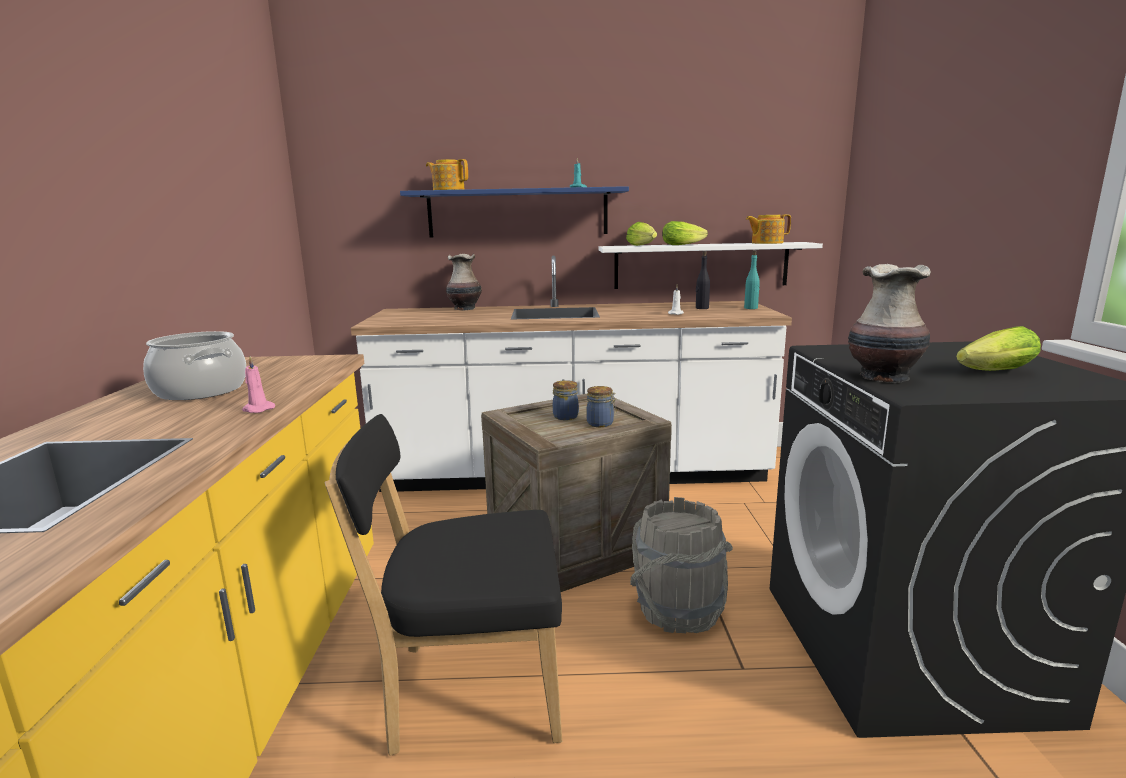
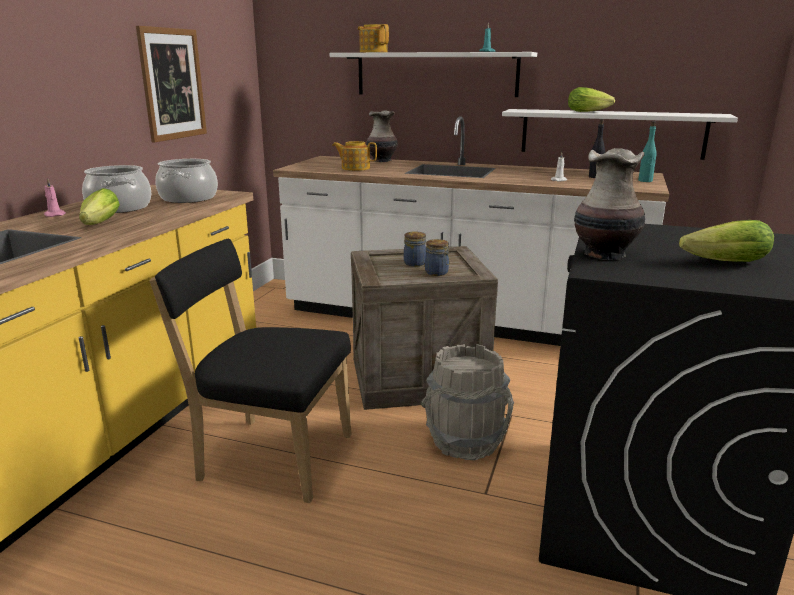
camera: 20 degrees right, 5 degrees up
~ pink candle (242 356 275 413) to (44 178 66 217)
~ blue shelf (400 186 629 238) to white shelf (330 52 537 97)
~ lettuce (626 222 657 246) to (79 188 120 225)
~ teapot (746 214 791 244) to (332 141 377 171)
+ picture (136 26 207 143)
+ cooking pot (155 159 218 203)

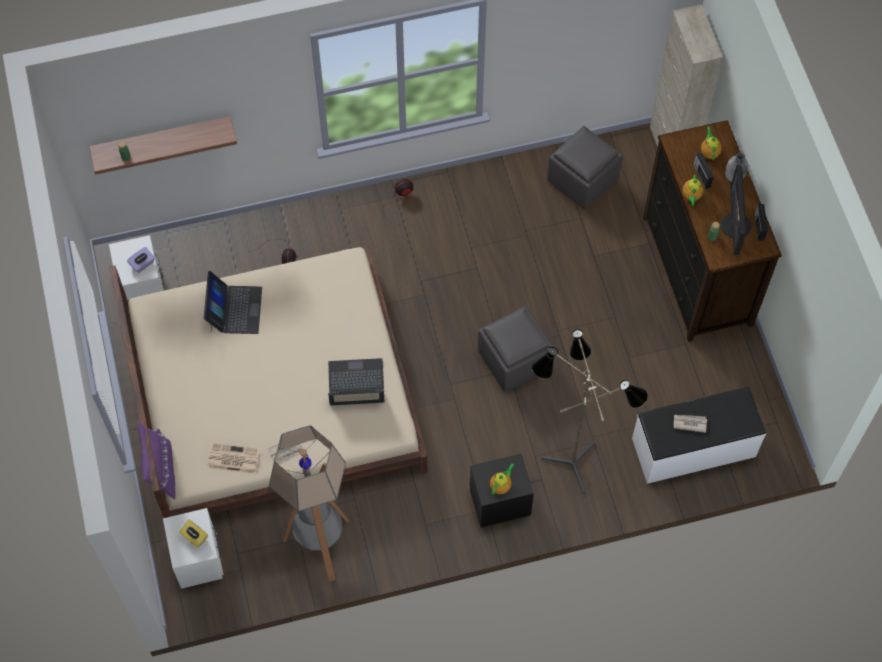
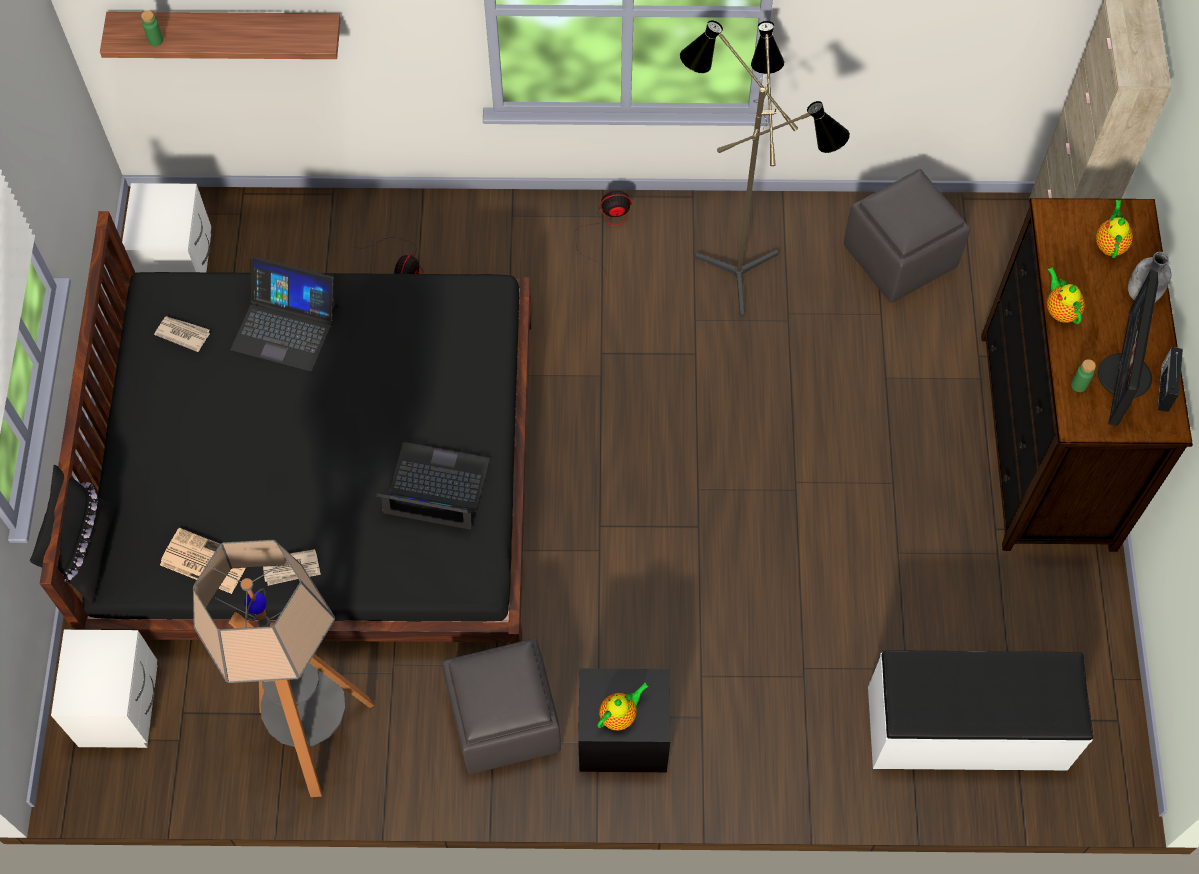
camera: 15 degrees right, 0 degrees up
~ beige bed (109 246 428 518) to black bed (40 211 532 644)
- purple tissue box (127 247 155 273)
~ purple pillow (138 422 176 500) to black pillow (30 465 117 604)
- yellow tissue box (179 520 208 547)
~ laptop (204 271 262 334) = (231 256 338 371) 90 degrees clockwise
~ grey ottoman (478 306 553 392) to (442 638 561 774)
~ floor lamp (532 329 648 493) to (680 20 850 317)
~ newspaper (674 415 707 433) to (154 316 210 352)
~ teapot (683 175 704 206) = (1047 267 1085 324) 135 degrees clockwise
- radio (693 152 714 189)

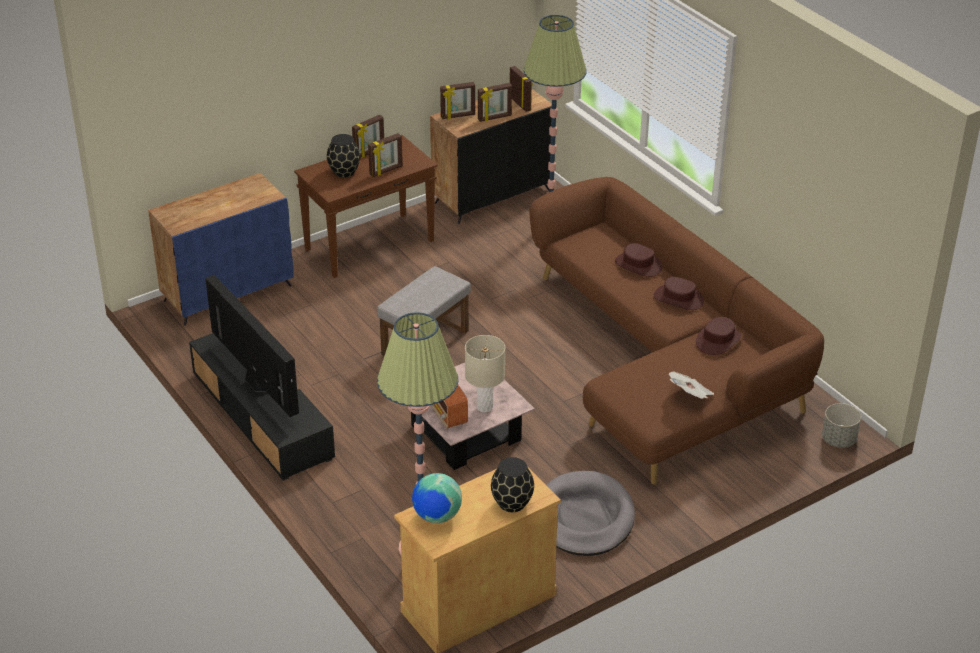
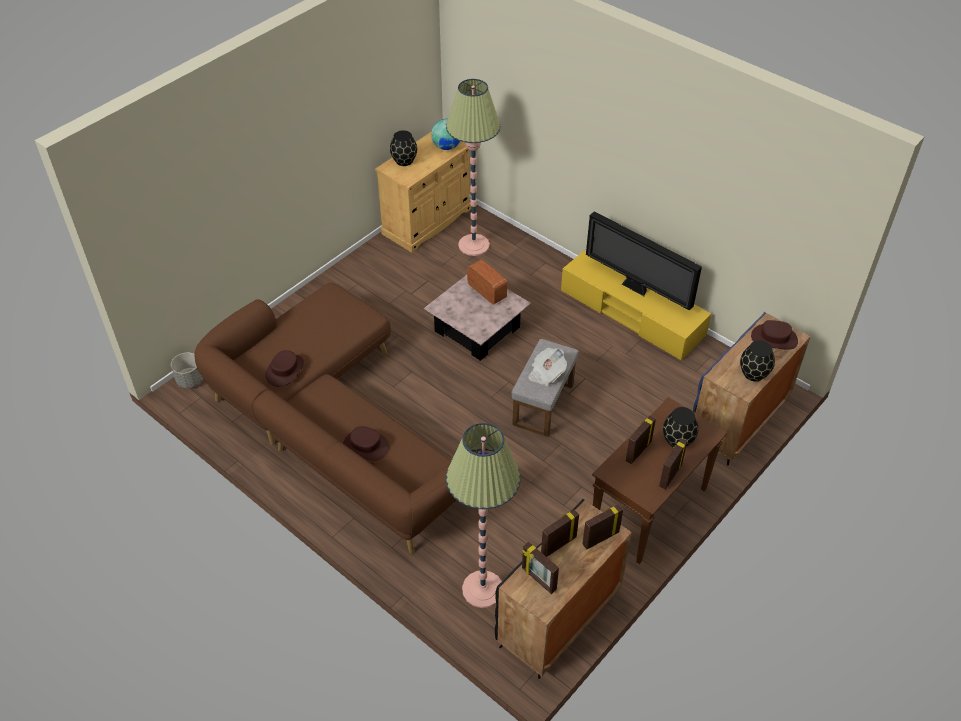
camera: 165 degrees right, 10 degrees up
~ black tv stand (189 333 335 481) to yellow tv stand (561 249 711 360)
- beige table lamp (465 335 505 413)
- grey dog bed (546 471 635 556)
~ brown hat (654 277 704 310) to (751 320 798 349)
~ newspaper (669 372 714 399) to (528 348 567 386)
+ black vase (740 340 775 381)

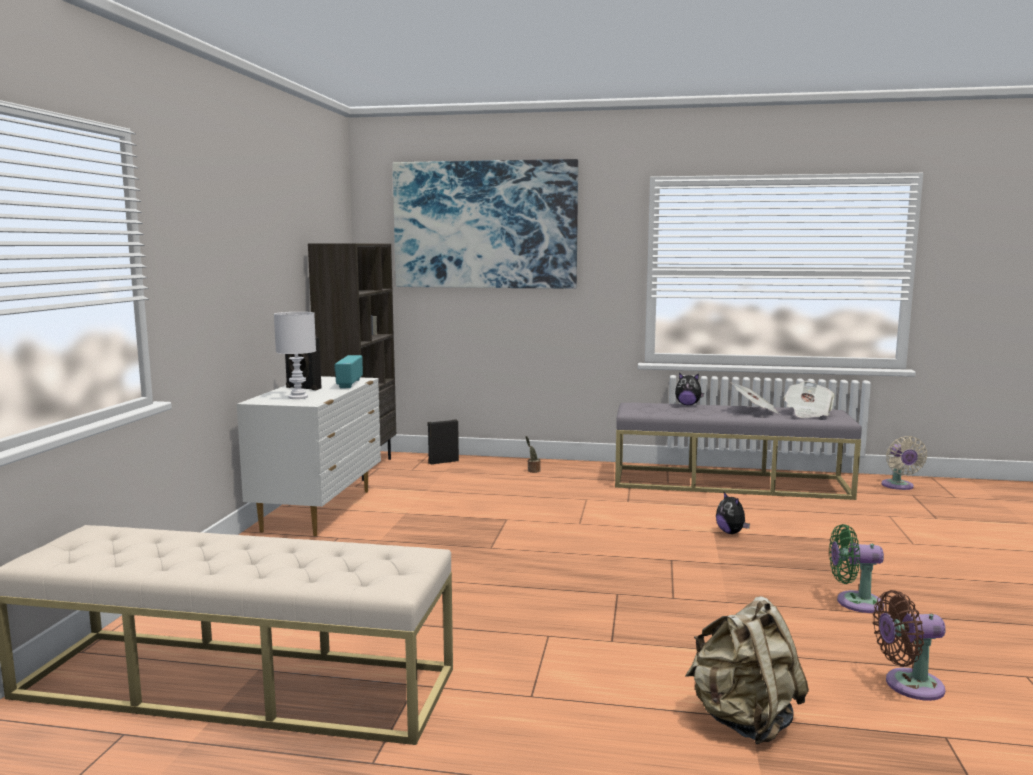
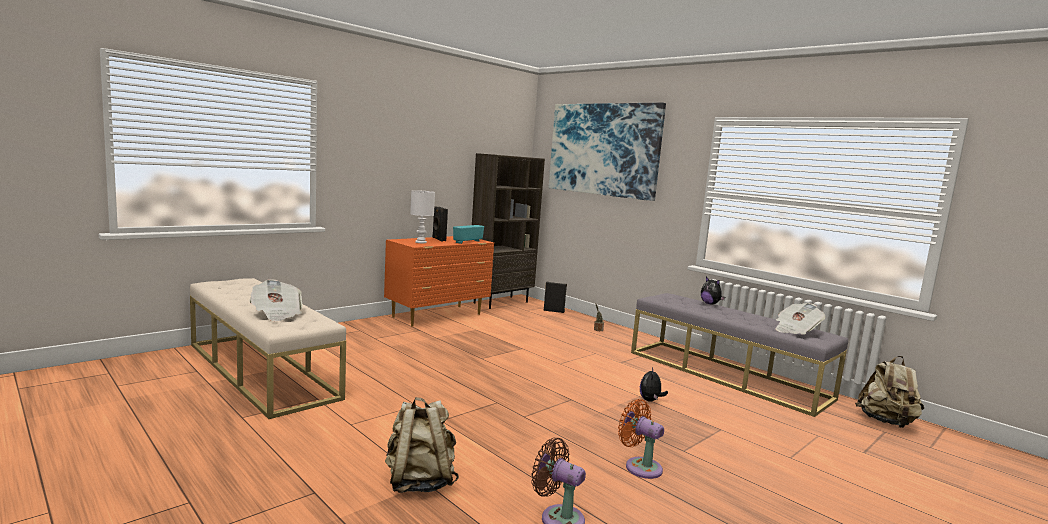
camera: 35 degrees right, 0 degrees up
~ white dresser (237 376 381 536) to orange dresser (384 236 494 326)
~ newspaper (731 382 780 414) to (249 279 303 321)
~ green fan (829 524 884 613) to orange fan (618 399 664 479)
~ beige fan (881 436 927 490) to beige backpack (855 356 924 428)

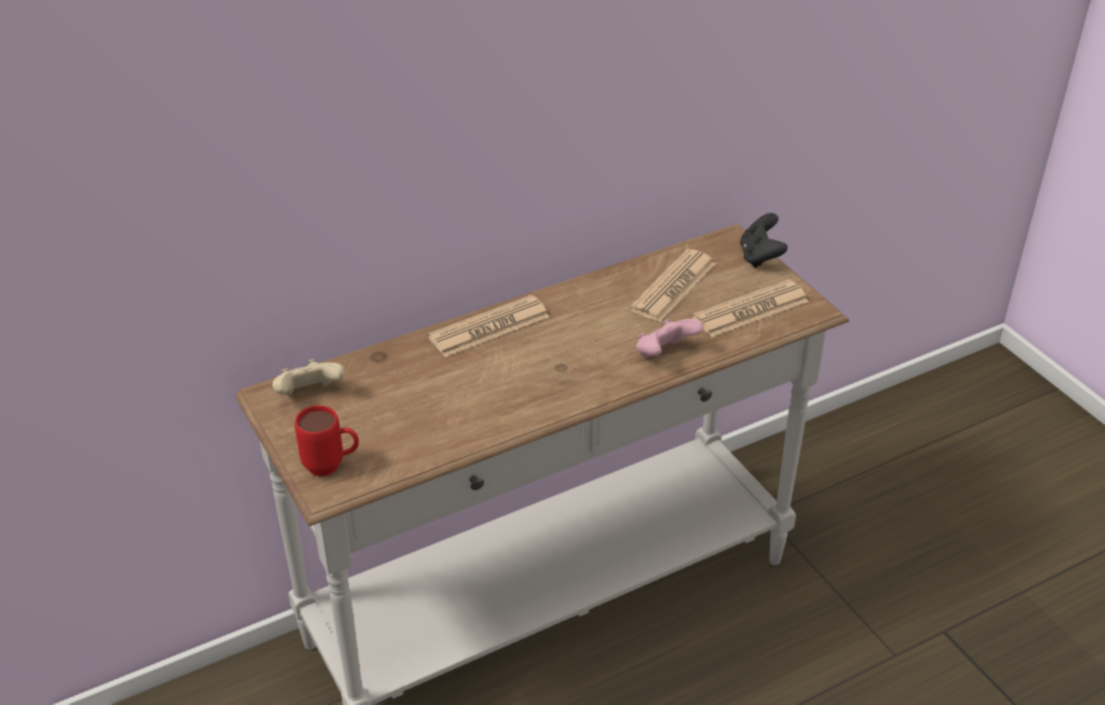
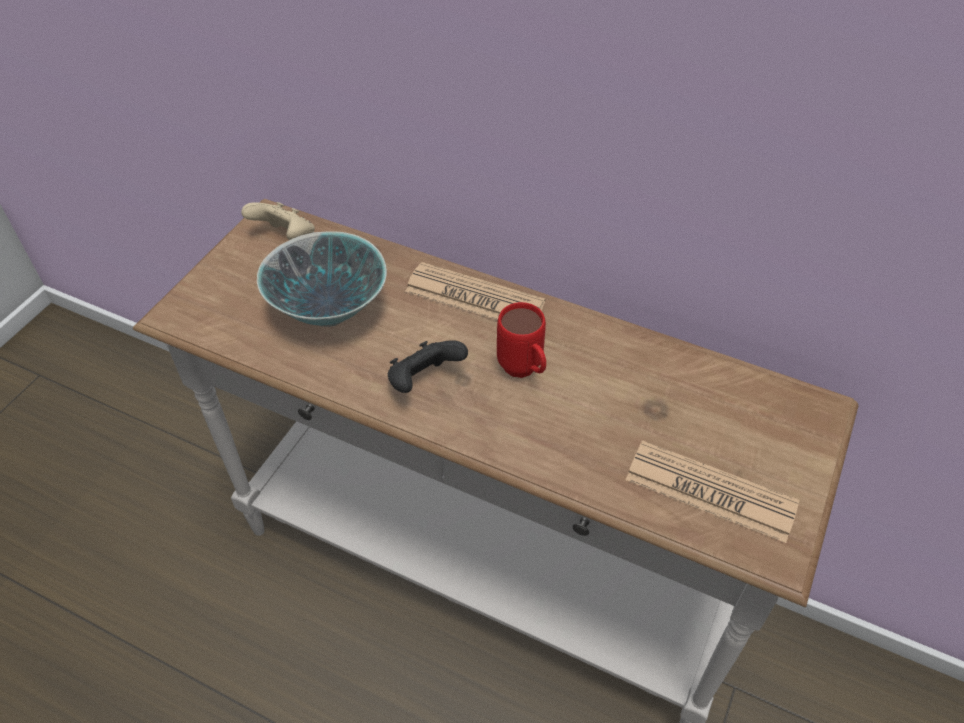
camera: 55 degrees right, 10 degrees up
~ red mug (295 405 359 476) to (497 302 546 378)
- newspaper (630 249 716 323)
- pink game controller (636 319 703 358)
~ black game controller (740 213 788 268) to (388 340 468 393)
+ bowl (257 231 387 327)

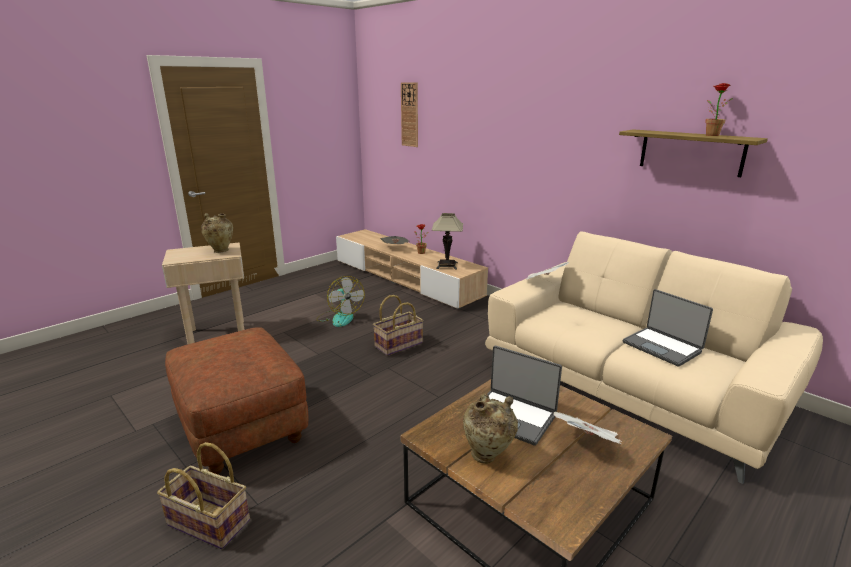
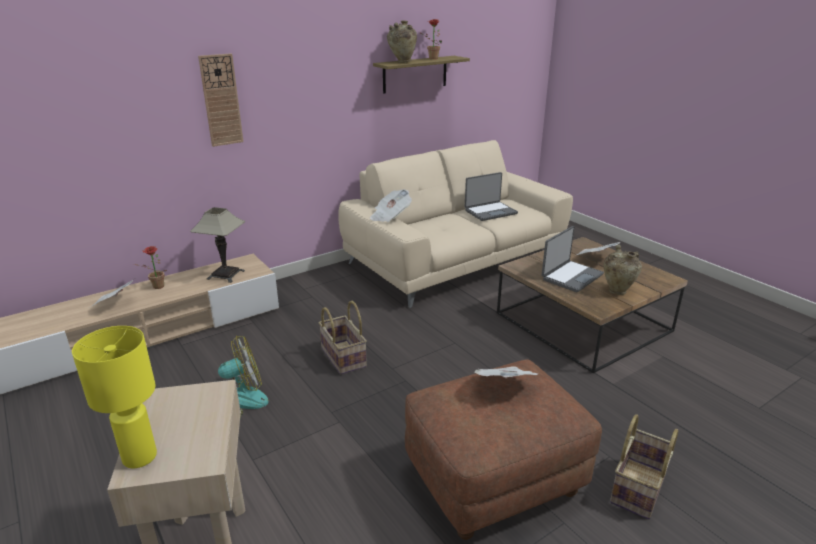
camera: 80 degrees left, 5 degrees up
~ beige vase (201 213 233 253) to (387 21 417 63)
~ wall clock (401 82 418 147) to (198 53 243 147)
+ yellow table lamp (72 326 157 468)
+ newspaper (475 366 538 379)

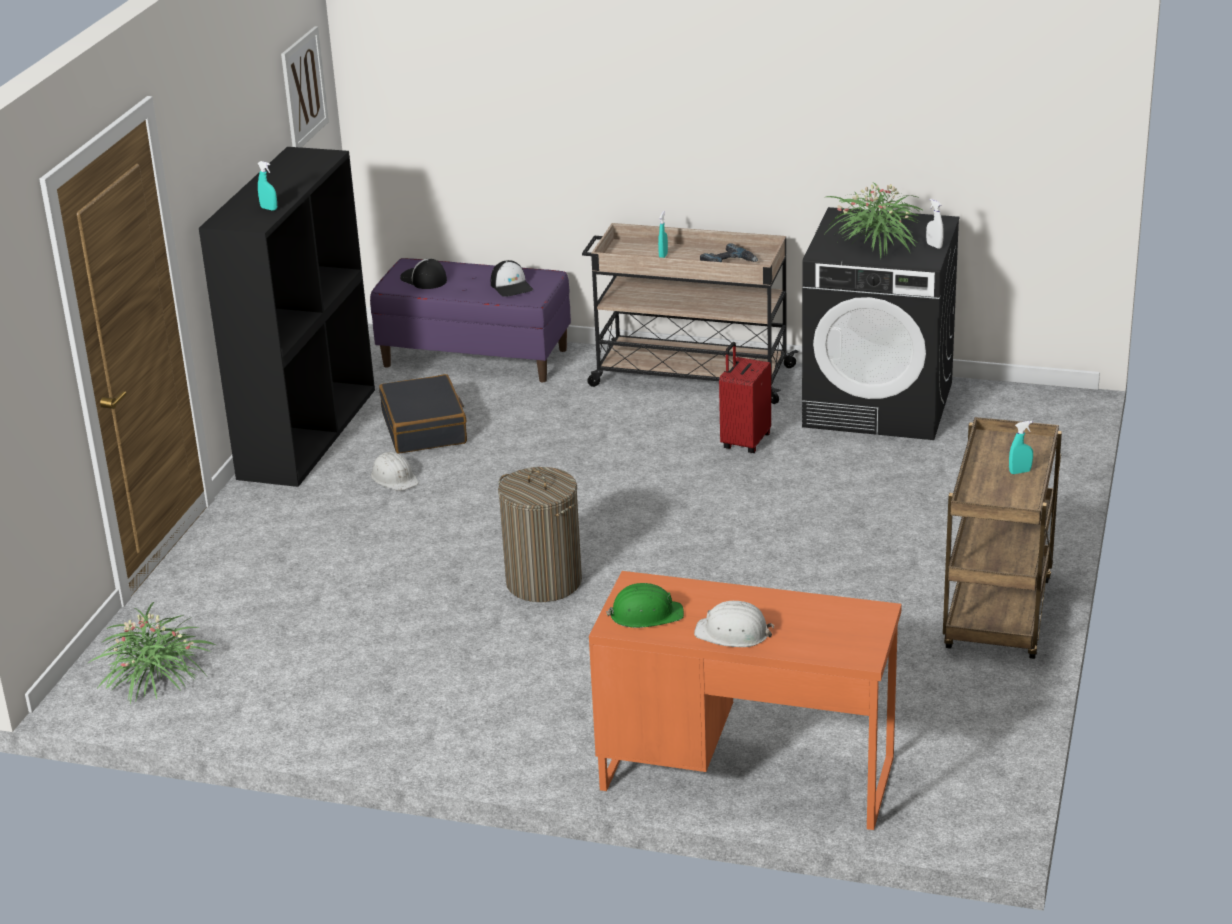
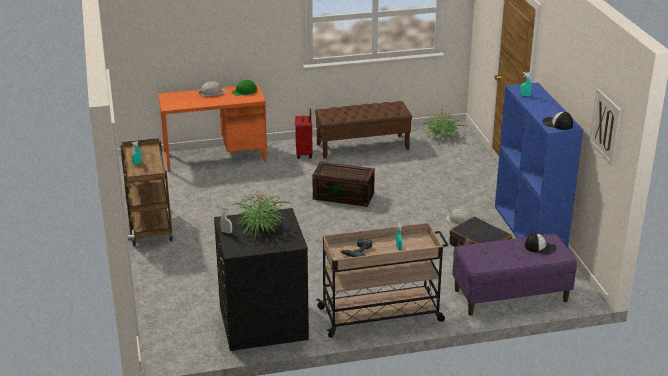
camera: 150 degrees right, 0 degrees up
~ black bookcase (199 147 375 487) to blue bookcase (495 83 583 248)
~ cap (491 260 533 297) to (542 112 573 130)
~ laundry basket (498 467 582 602) to brown storage box (313 162 375 207)
~ red suitcase (719 342 771 453) to (295 109 313 159)
+ brown bench (315 101 412 159)

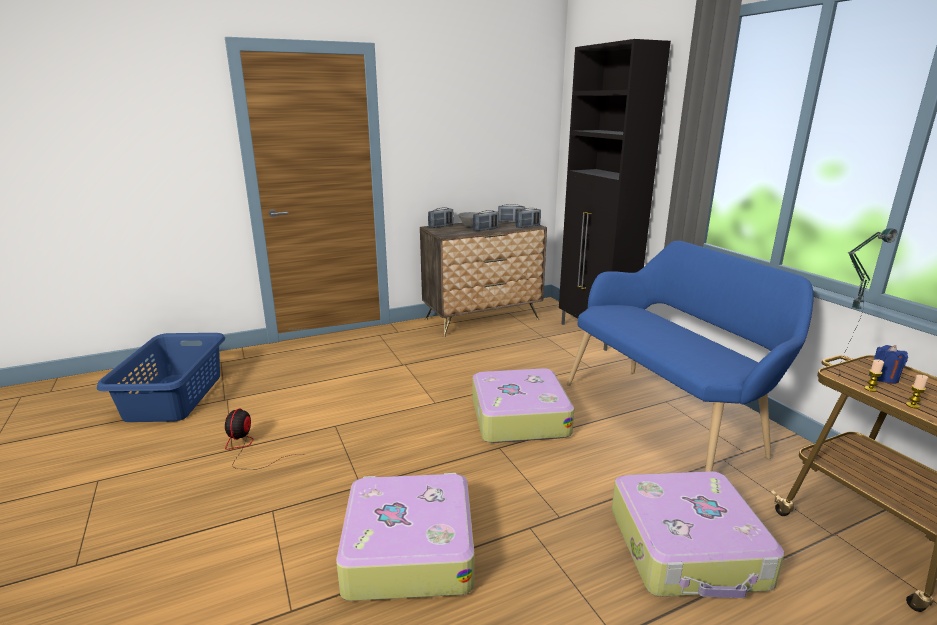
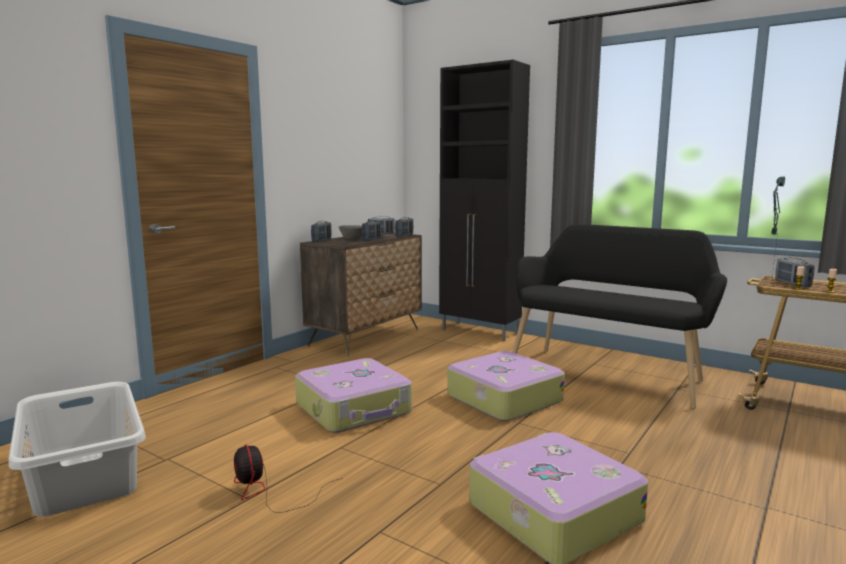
camera: 30 degrees left, 10 degrees down
~ blue laundry basket (97 333 226 422) to grey laundry basket (8 382 146 517)
~ blue bench (567 241 814 472) to black bench (513 224 727 409)
~ suitcase (612 471 784 598) to (295 358 412 433)
~ blue candle (869 345 908 384) to radio (775 258 815 287)

